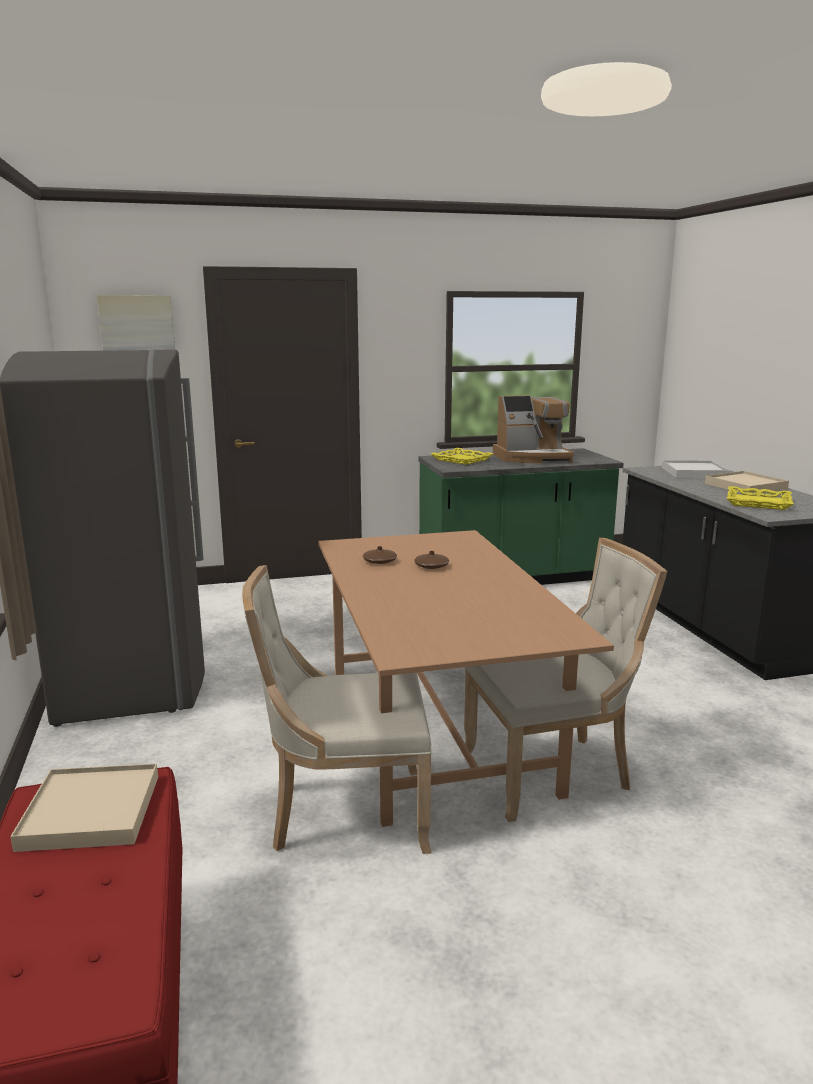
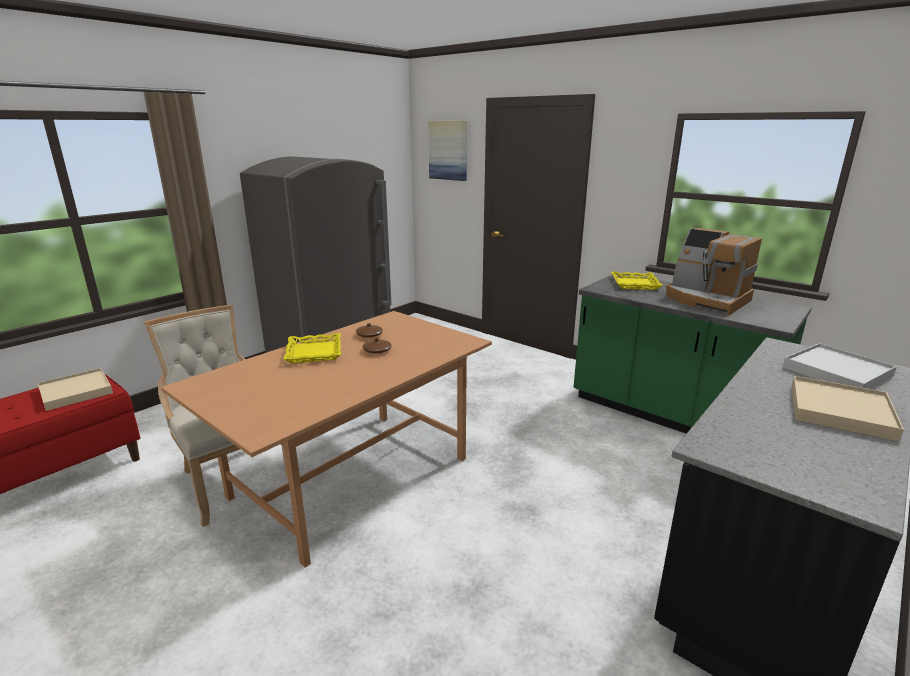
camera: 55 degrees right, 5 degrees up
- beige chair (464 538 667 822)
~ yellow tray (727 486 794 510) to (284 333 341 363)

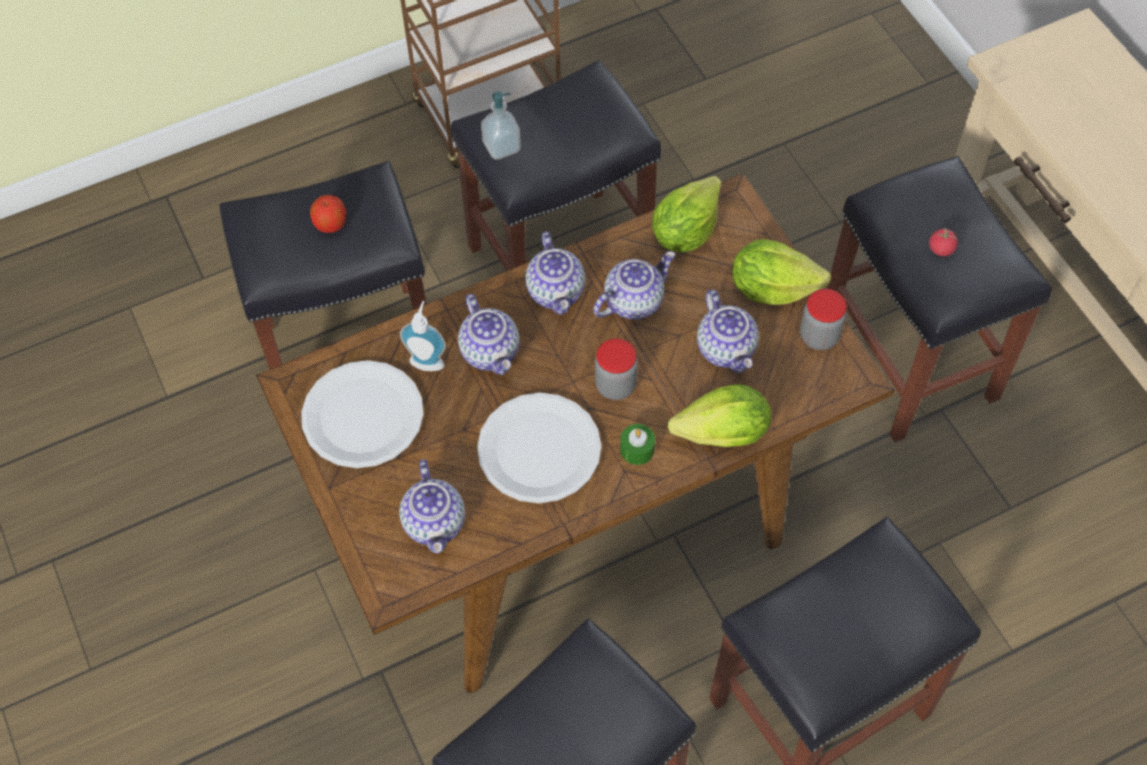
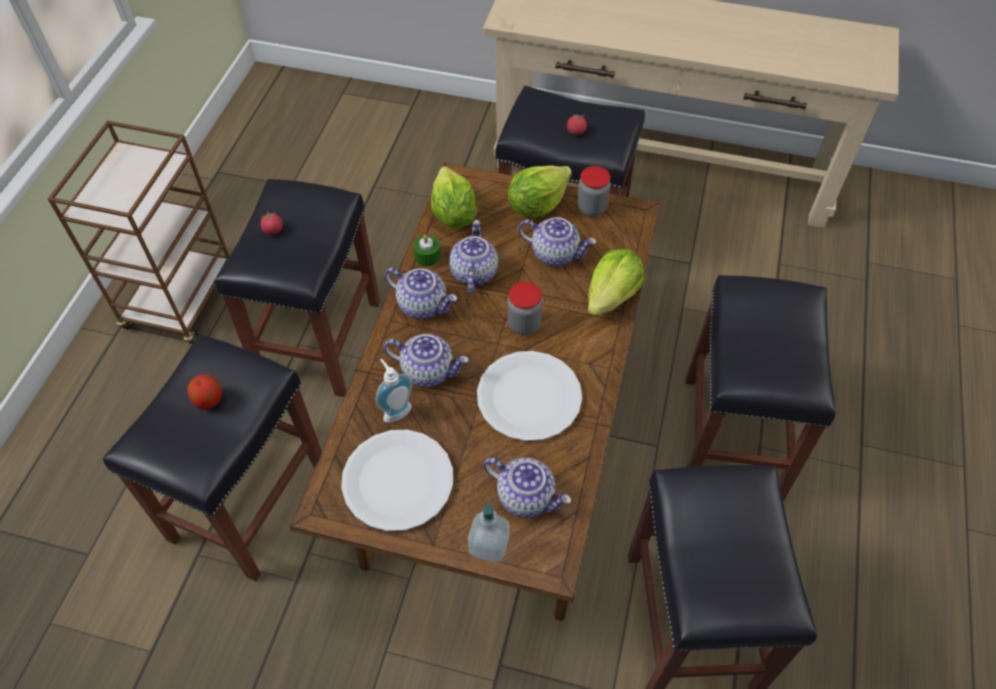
camera: 50 degrees left, 5 degrees down
~ soap dispenser (481 92 521 160) to (468 498 510 563)
~ green candle (620 424 655 465) to (413 235 440 266)
+ tomato (260 211 283 235)

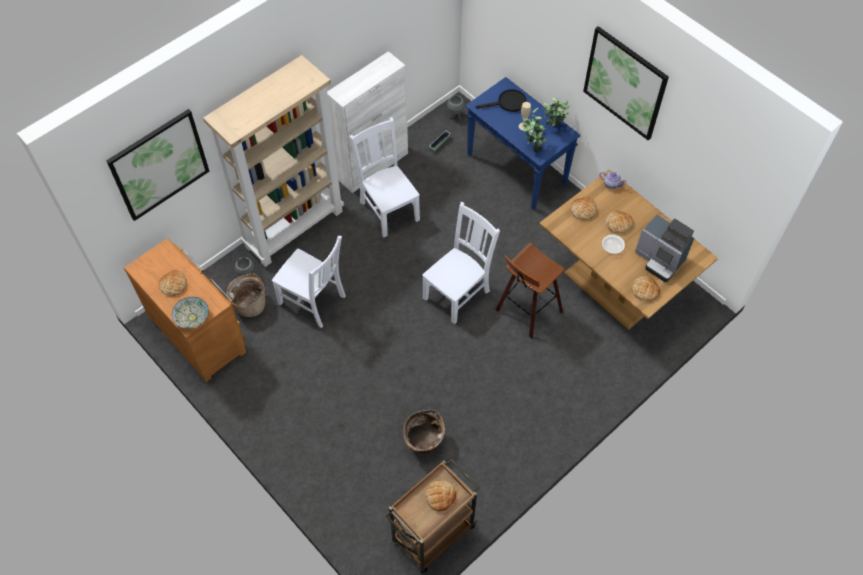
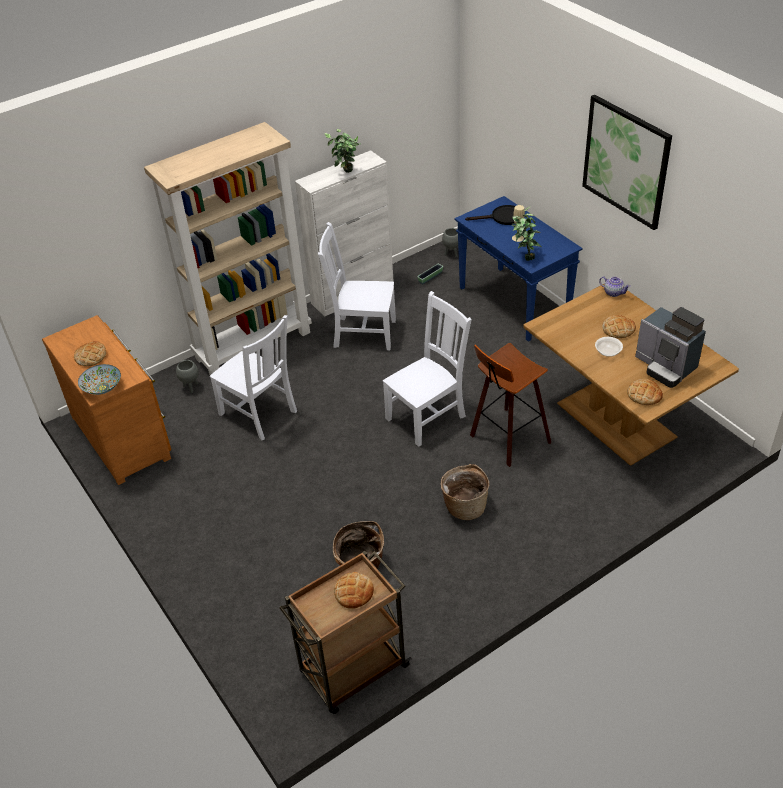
camera: 10 degrees right, 15 degrees down
- picture (106 109 210 221)
~ basket (227 273 265 317) to (441 464 489 520)
~ white chair (350 117 420 237) = (318 222 396 350) 60 degrees counterclockwise
~ potted plant (543 98 570 126) to (324 129 360 173)
- bread (570 197 597 220)

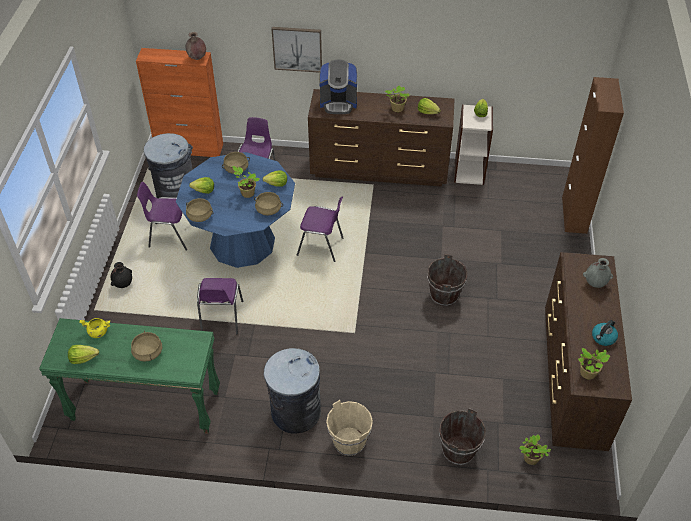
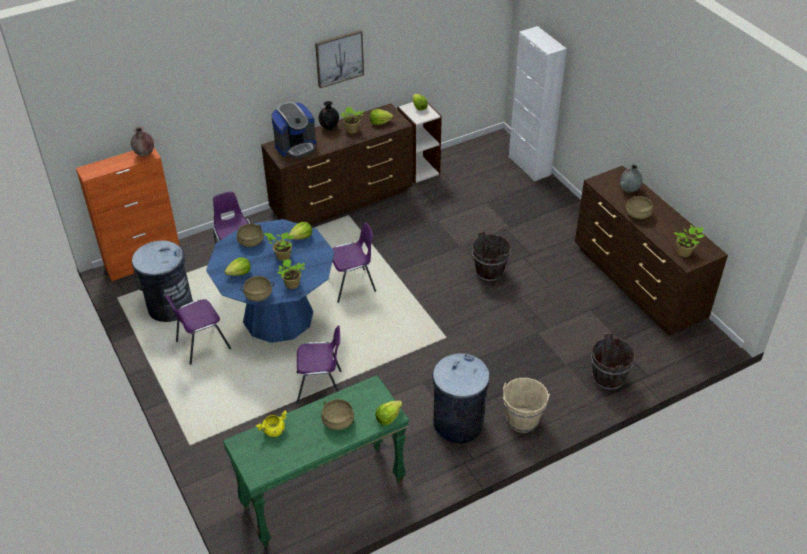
camera: 35 degrees left, 5 degrees down
~ lettuce (68 345 99 364) to (375 400 403 426)
~ black vase (111 262 132 288) to (319 101 339 130)
~ purple chair (197 278 243 334) = (296 326 342 404) 60 degrees counterclockwise
~ beige cooking pot (254 192 283 216) to (625 196 654 219)
~ picture (272 27 322 73) to (315 30 364 88)
~ potted plant (519 434 551 465) to (278 259 305 289)
~ brown cabinet (562 77 624 234) to white cabinet (509 26 567 181)
- kettle (592 320 618 346)

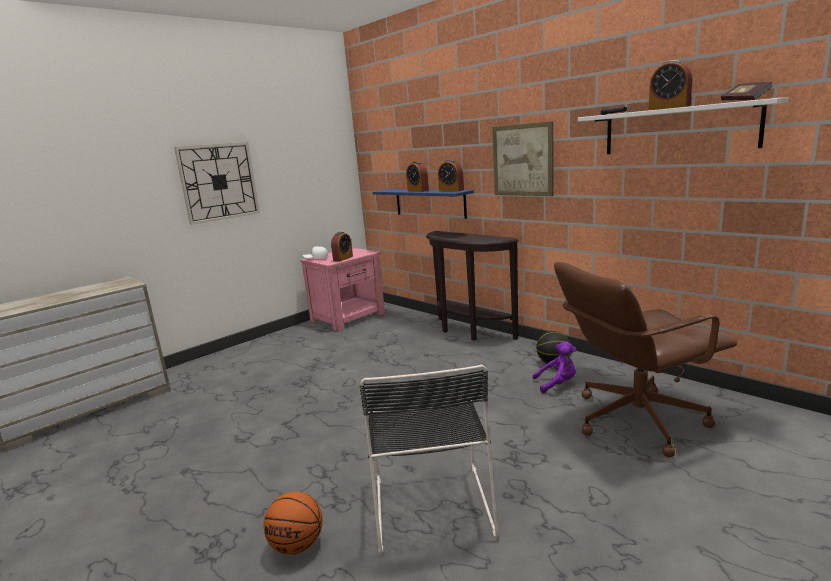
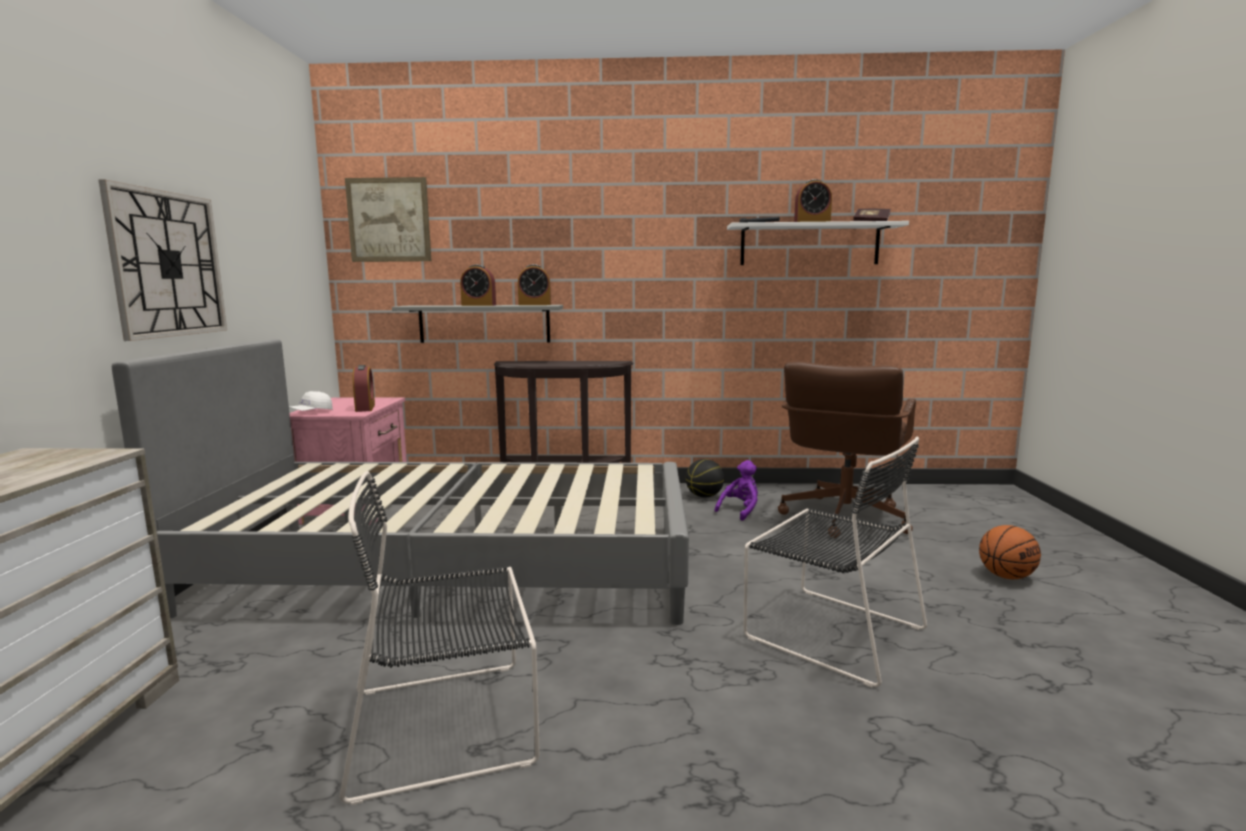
camera: 45 degrees left, 5 degrees down
~ basketball (264 492 323 555) to (979 525 1041 579)
~ blue shelf (373 189 474 219) to grey shelf (392 305 563 343)
~ picture (492 121 554 196) to (345 177 431 262)
+ grey bed (112 339 689 625)
+ black chair (340 471 540 805)

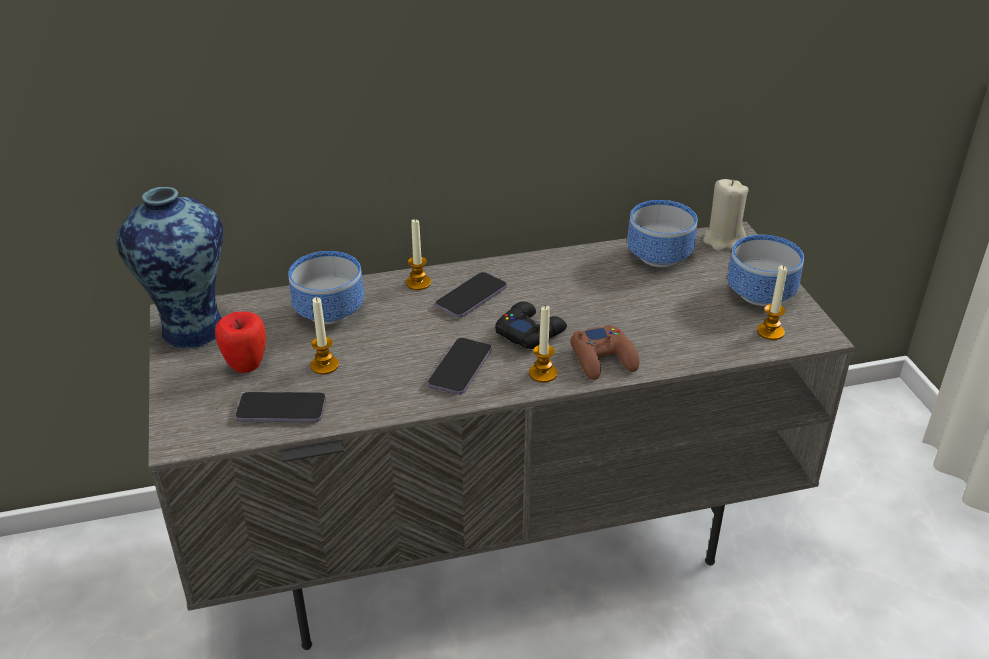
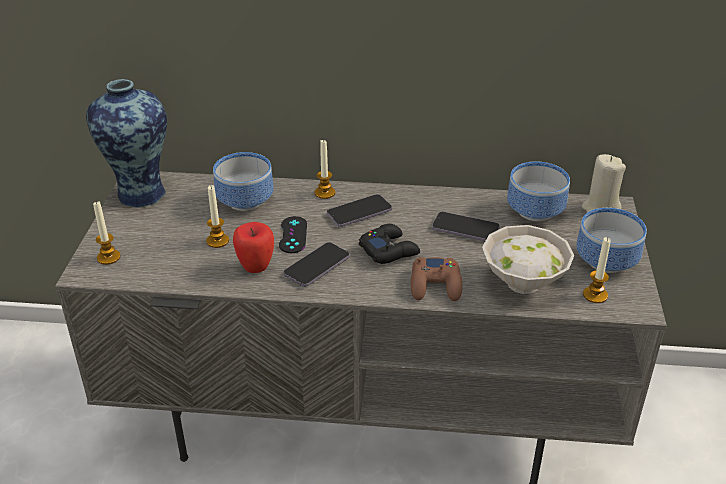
camera: 20 degrees right, 0 degrees up
~ apple (215 312 266 373) to (233 222 274 273)
~ phone (235 392 326 422) to (432 212 500 241)
~ candle (529 305 557 383) to (93 201 121 265)
+ black game controller (279 216 307 253)
+ white bowl (482 225 574 294)

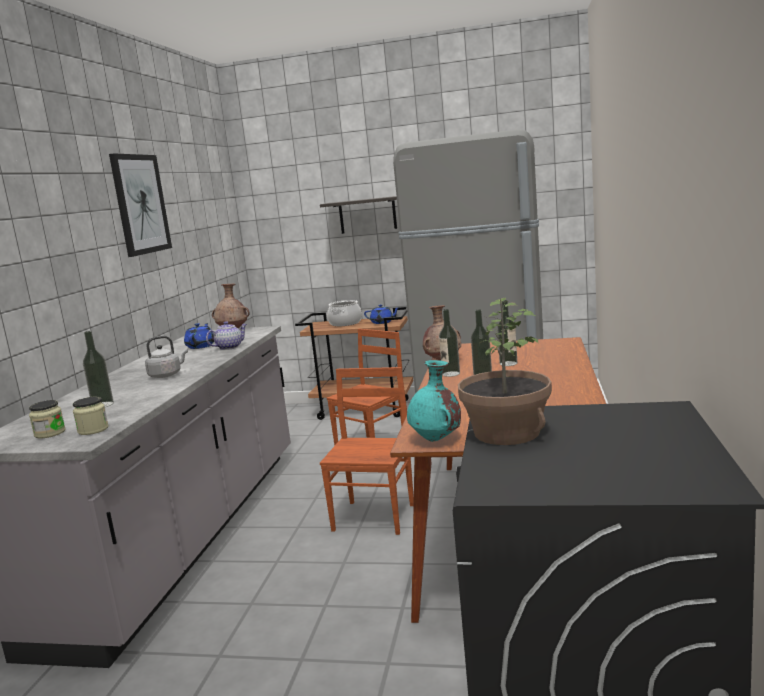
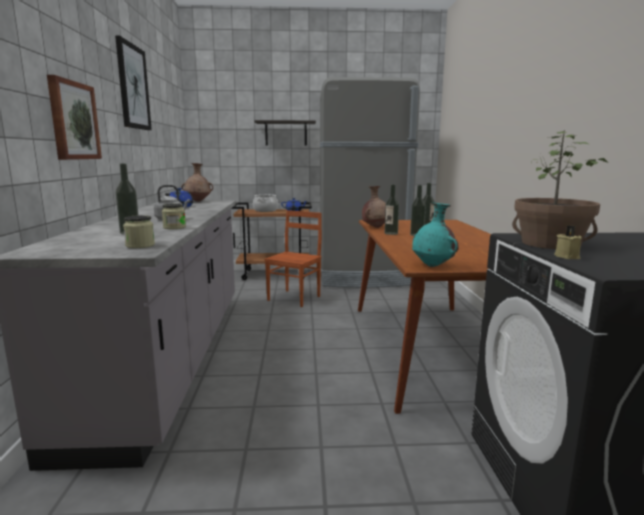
camera: 15 degrees left, 0 degrees up
~ jar (29 400 66 439) to (162 203 186 229)
- teapot (206 321 247 350)
- brown chair (320 367 414 535)
+ picture (47 75 102 160)
+ beige candle (554 225 582 259)

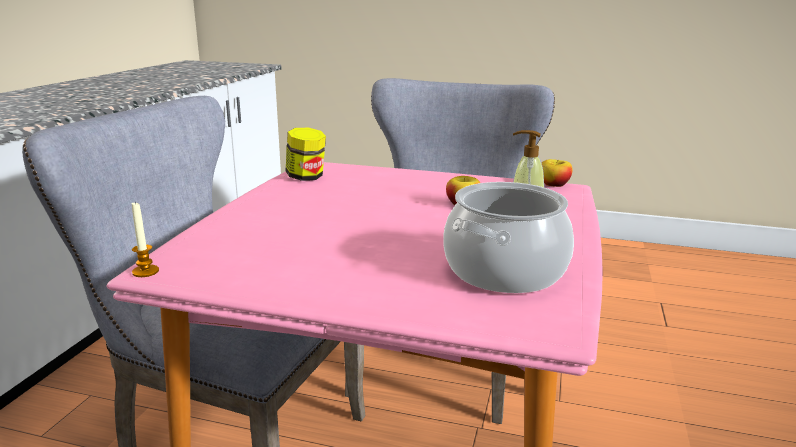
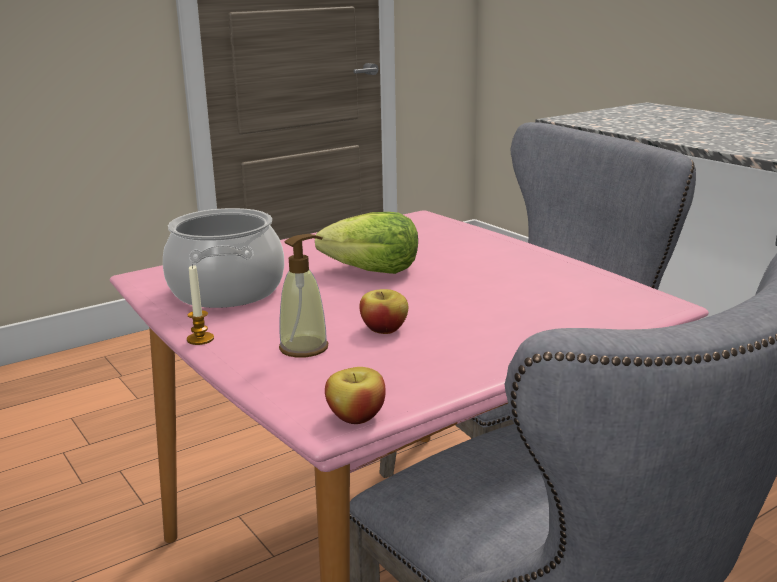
camera: 130 degrees right, 0 degrees up
~ candle (131 202 159 277) to (187 264 214 345)
- jar (285 128 326 181)
+ lettuce (315 212 418 274)

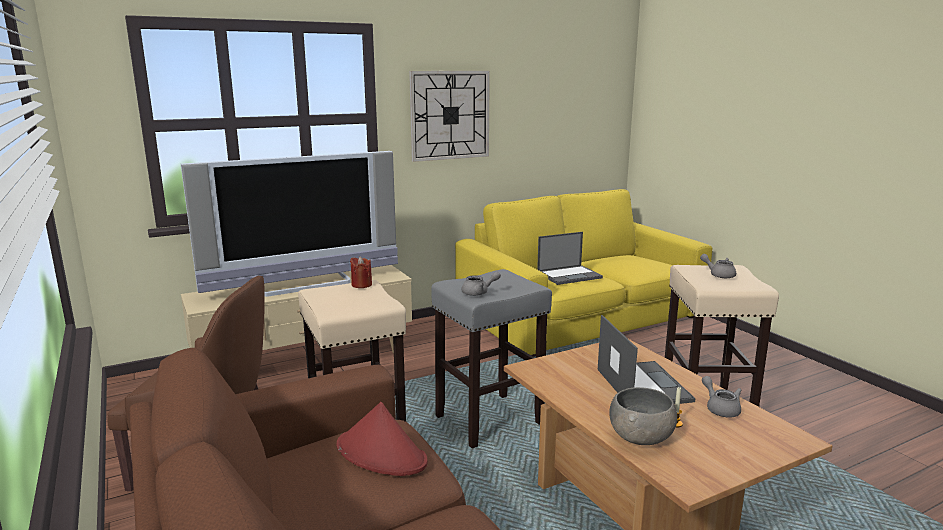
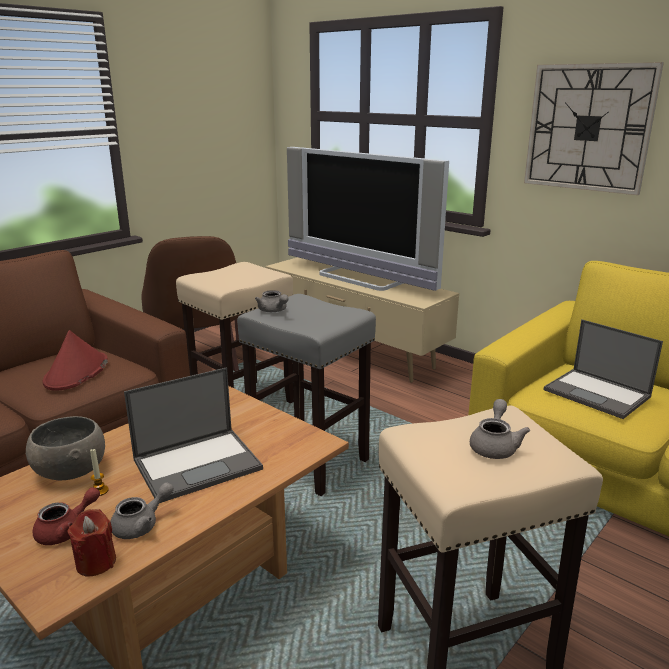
camera: 70 degrees right, 5 degrees up
~ red candle (350 256 372 288) to (68 509 116 576)
+ red teapot (32 487 100 545)

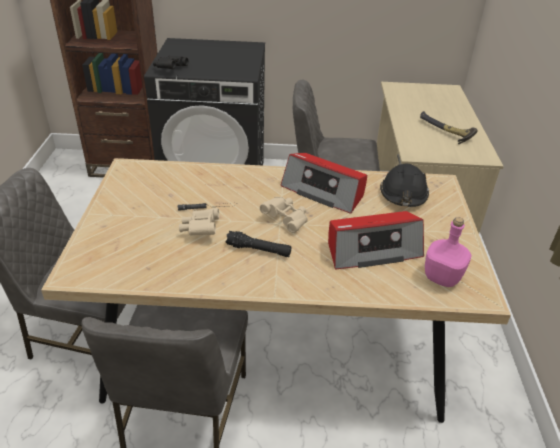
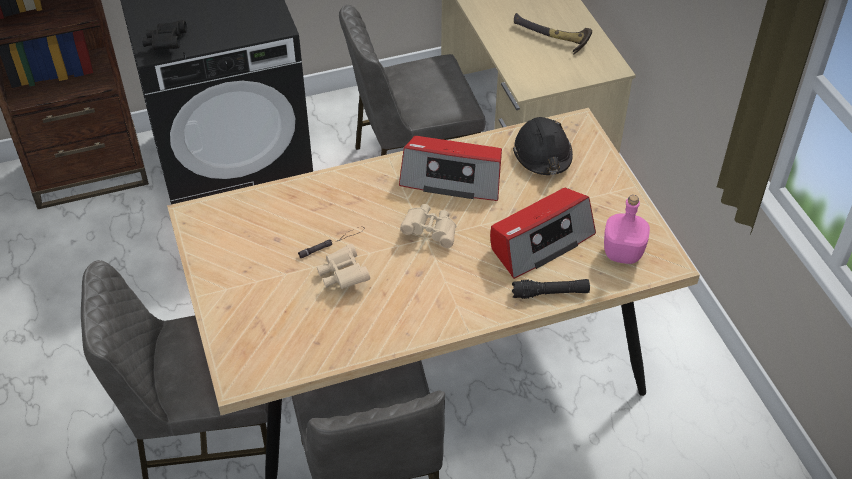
camera: 20 degrees left, 10 degrees up
~ black flashlight (225 231 291 257) to (512 279 590 299)

